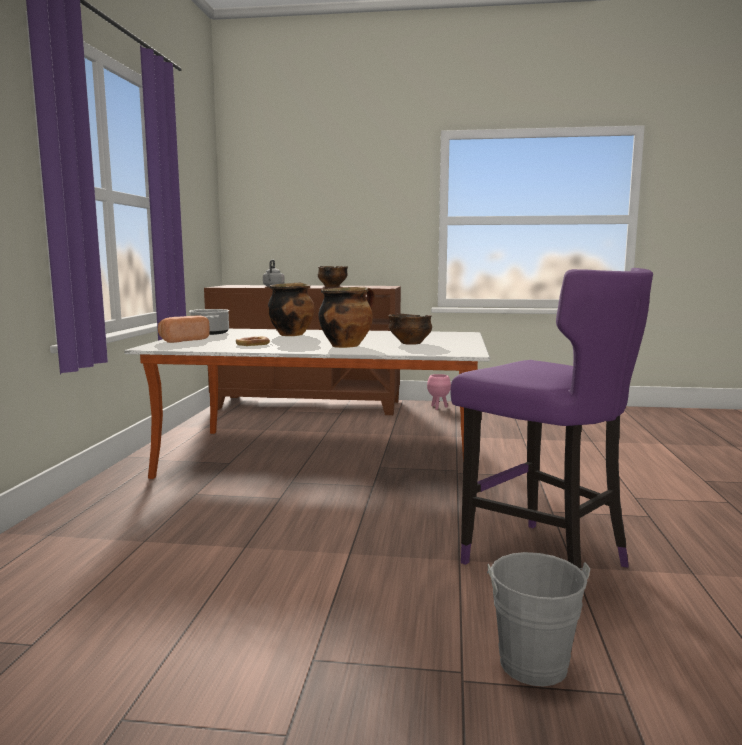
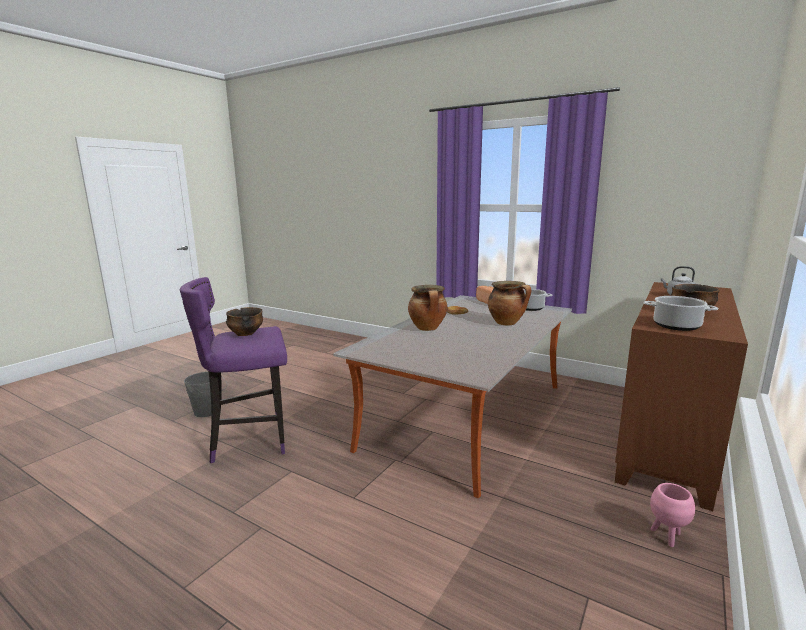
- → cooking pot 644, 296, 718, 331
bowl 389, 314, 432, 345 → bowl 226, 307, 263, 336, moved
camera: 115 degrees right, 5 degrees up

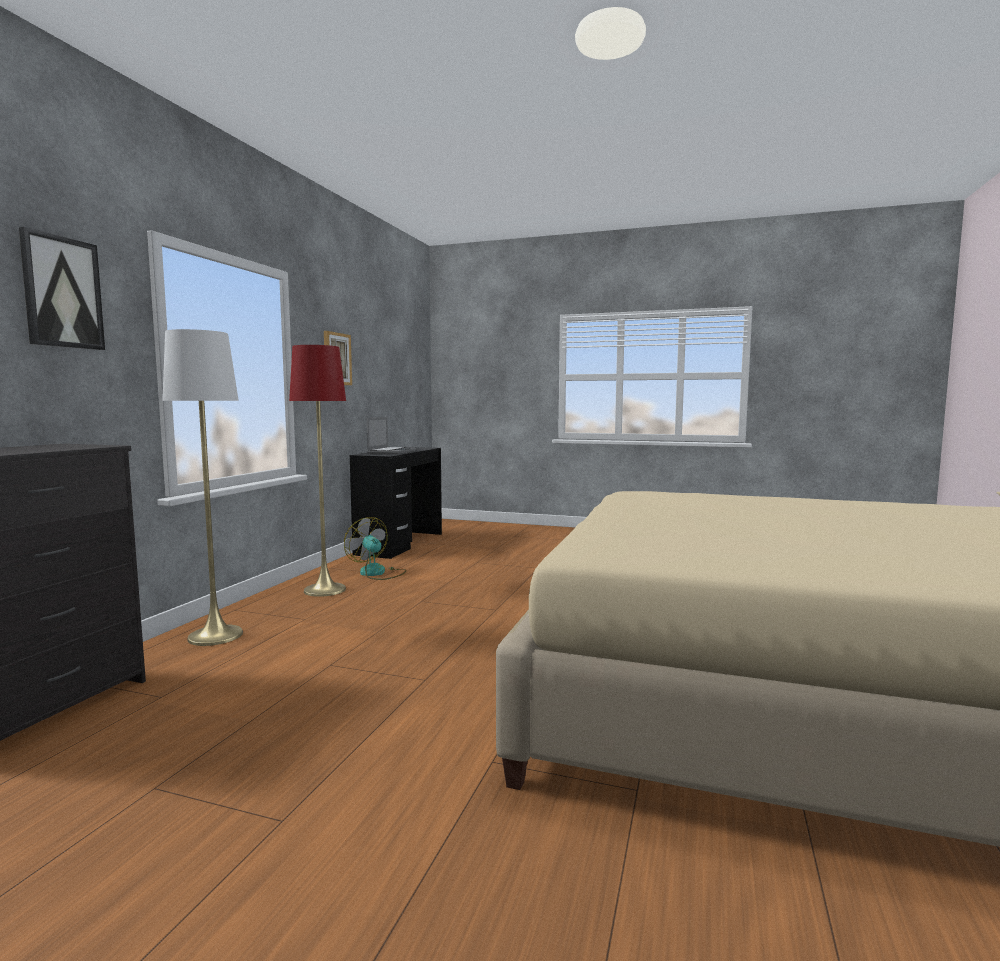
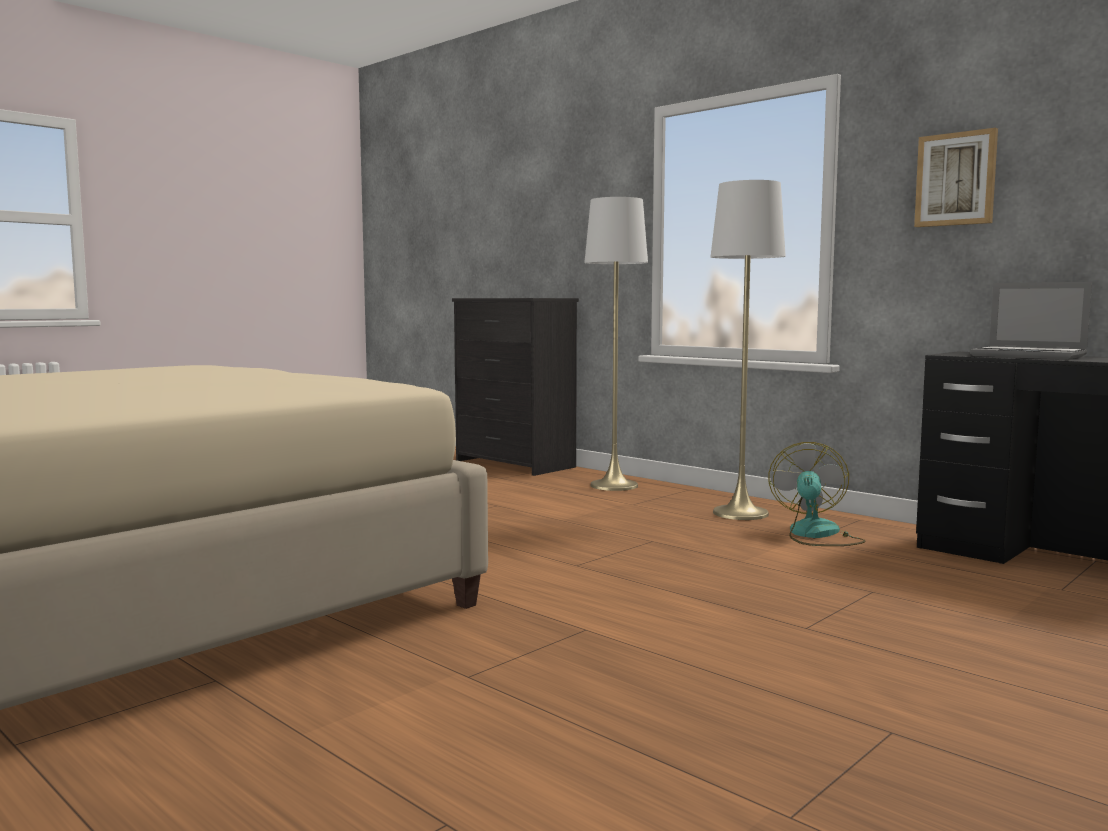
picture 19, 227, 105, 350 → -
floor lamp (red) 289, 345, 346, 597 → floor lamp (white) 711, 180, 786, 520
fan 344, 517, 406, 580 → fan 768, 442, 866, 546, 60 degrees counterclockwise
camera: 115 degrees right, 0 degrees up

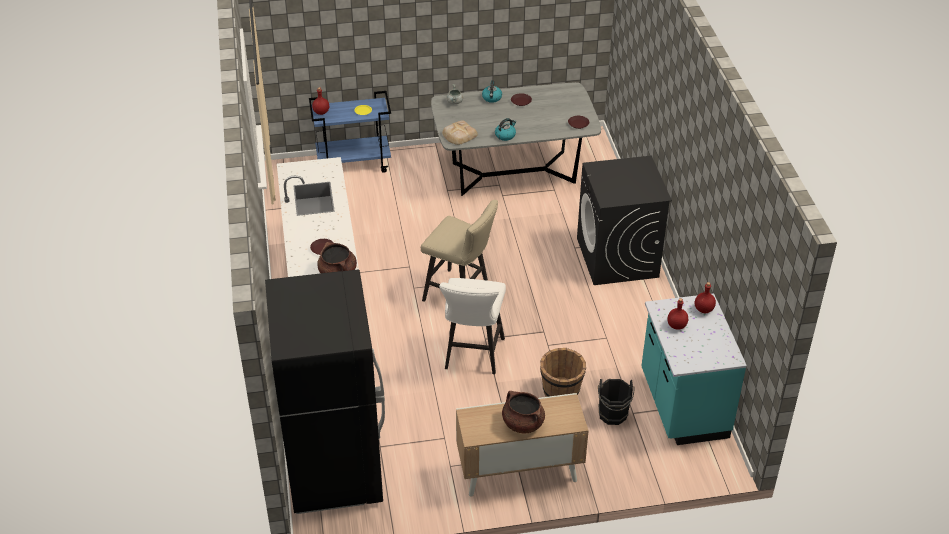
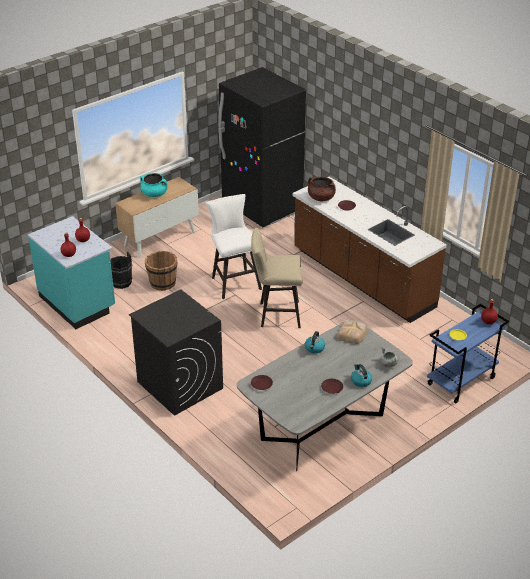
cooking pot (brown) 502, 391, 545, 433 → cooking pot (turquoise) 140, 173, 167, 197
camera: 150 degrees right, 5 degrees down

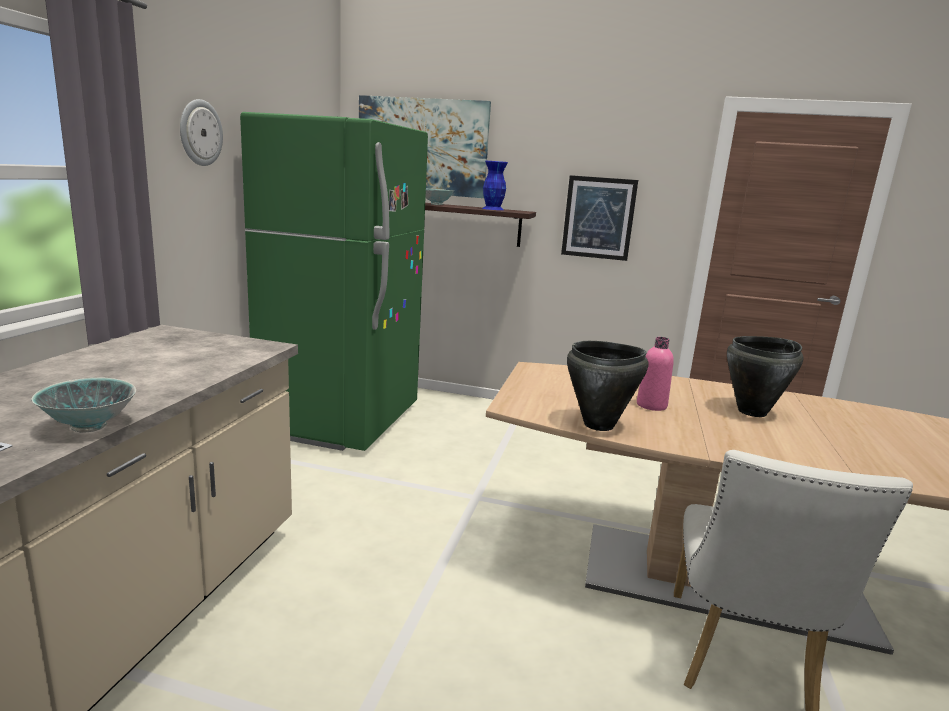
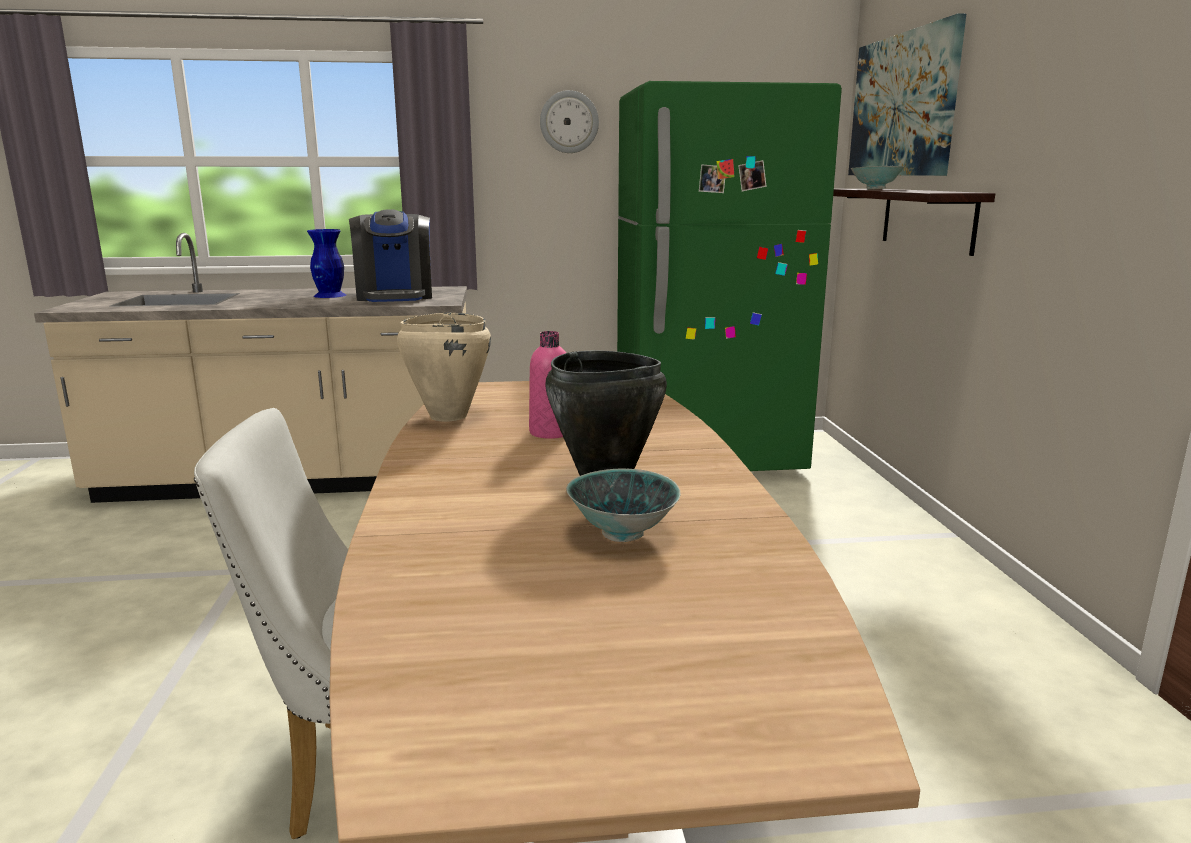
picture 561, 175, 638, 261 → -
- → coffee machine 349, 209, 432, 302
bowl 31, 377, 136, 432 → bowl 566, 468, 680, 542, moved
vase (blue) 482, 161, 508, 210 → vase (blue) 307, 229, 346, 298, moved
cooking pot (black) 567, 341, 648, 431 → cooking pot (beige) 397, 312, 491, 422
camera: 70 degrees right, 0 degrees up

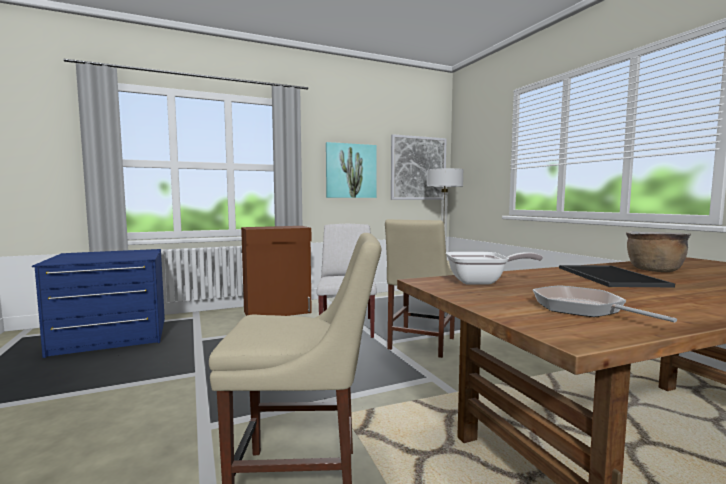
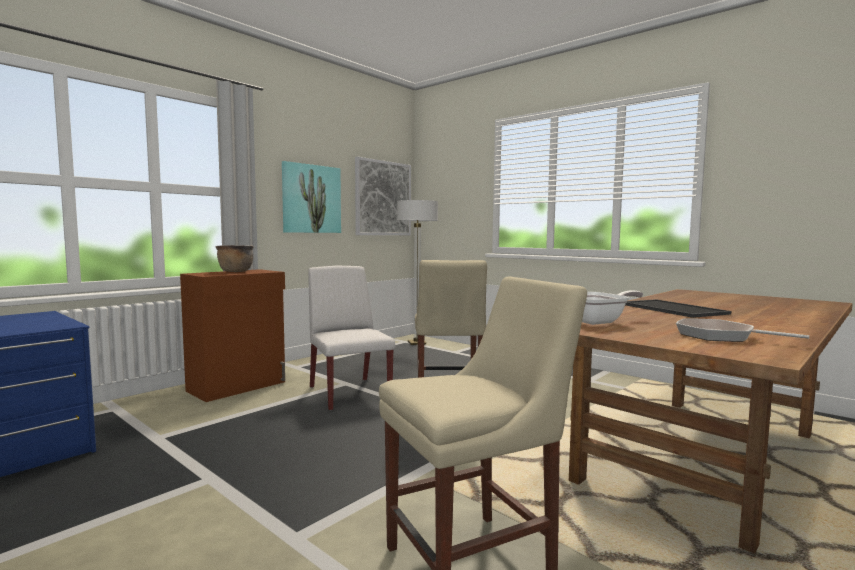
cooking pot (brown) 626, 231, 691, 272 → cooking pot (brown) 215, 245, 254, 272, moved
camera: 25 degrees left, 0 degrees up

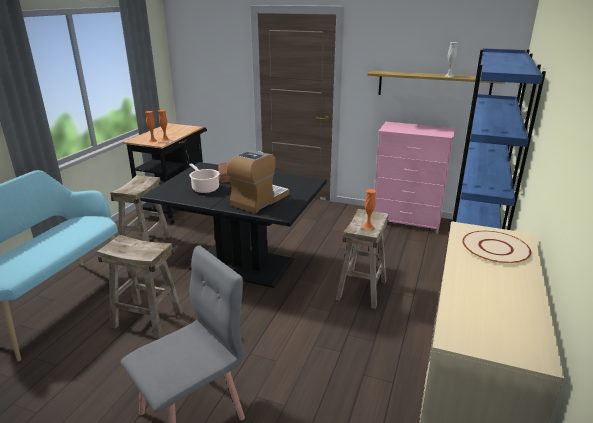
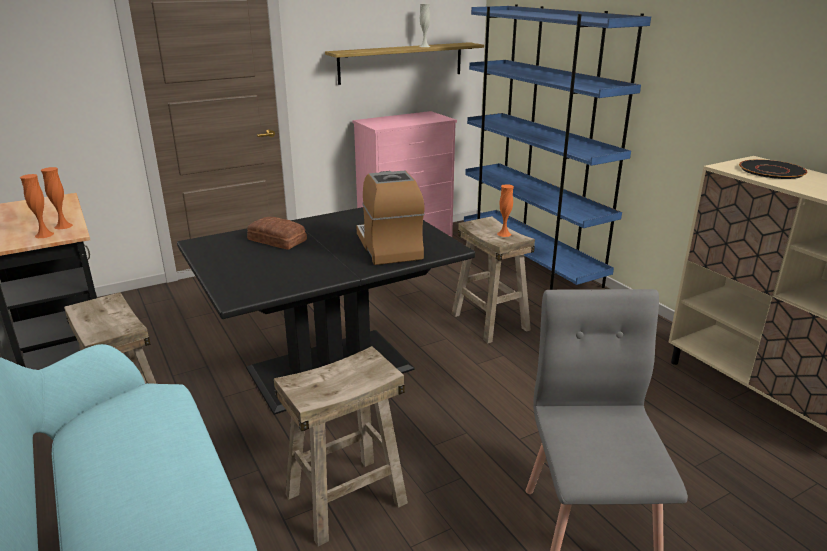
cooking pot 189, 163, 220, 193 → -
plate (beige) 462, 231, 531, 264 → plate (black) 739, 159, 808, 179
camera: 50 degrees left, 0 degrees up

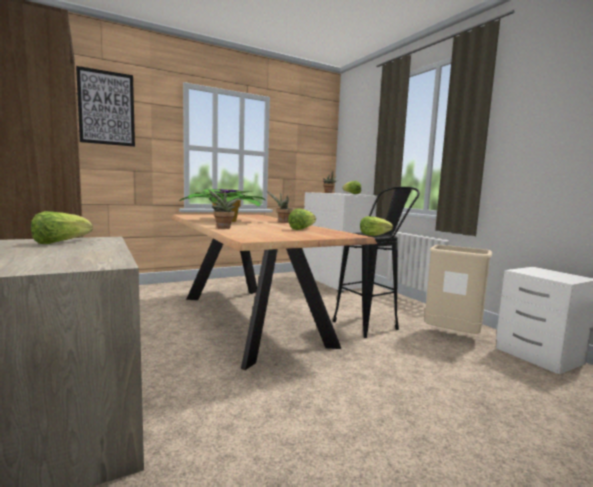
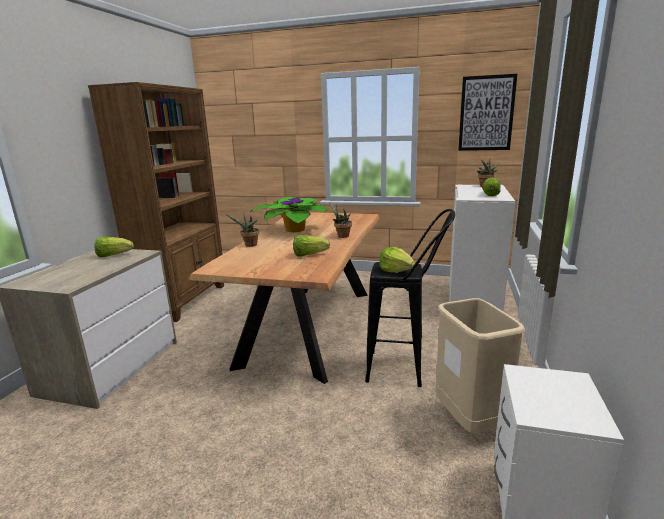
picture 76, 66, 135, 147 → picture 458, 74, 517, 151, moved
camera: 45 degrees right, 10 degrees up

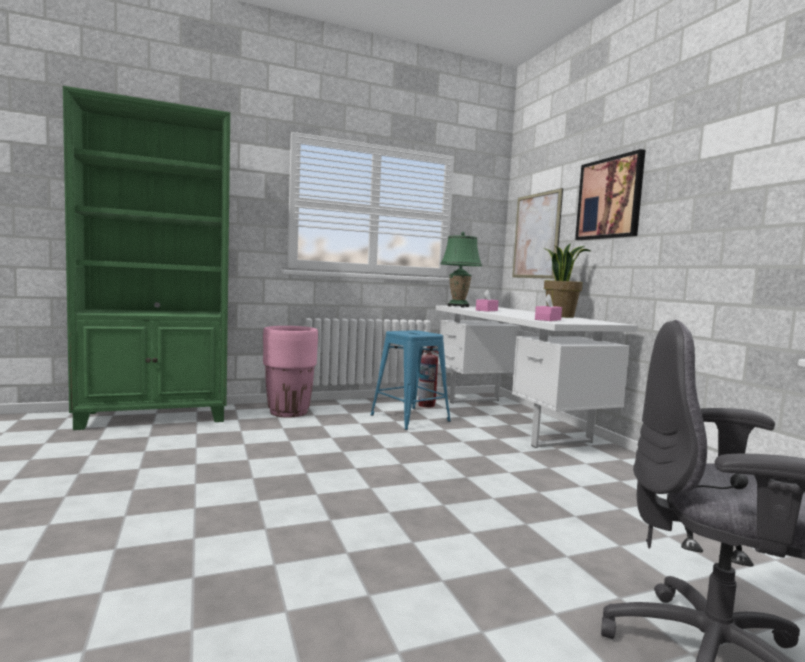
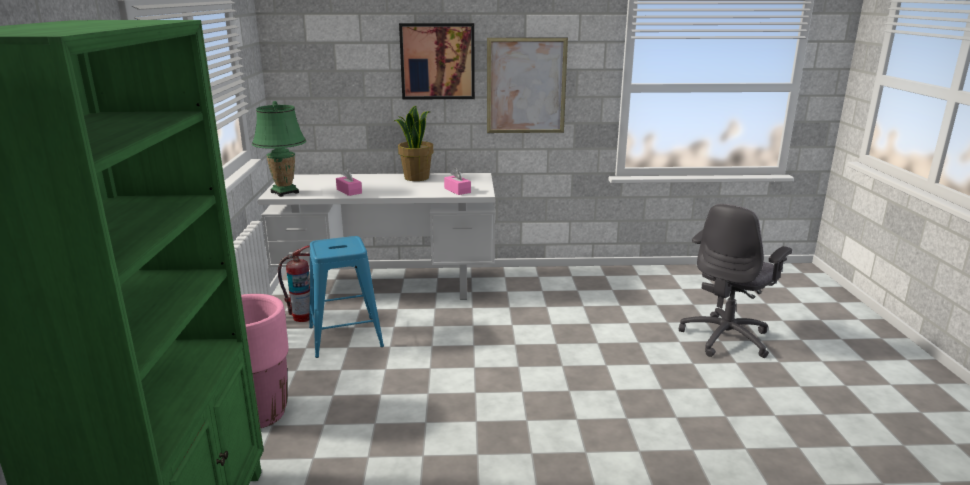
picture 512, 188, 563, 279 → picture 487, 37, 568, 133, moved
camera: 70 degrees left, 15 degrees up

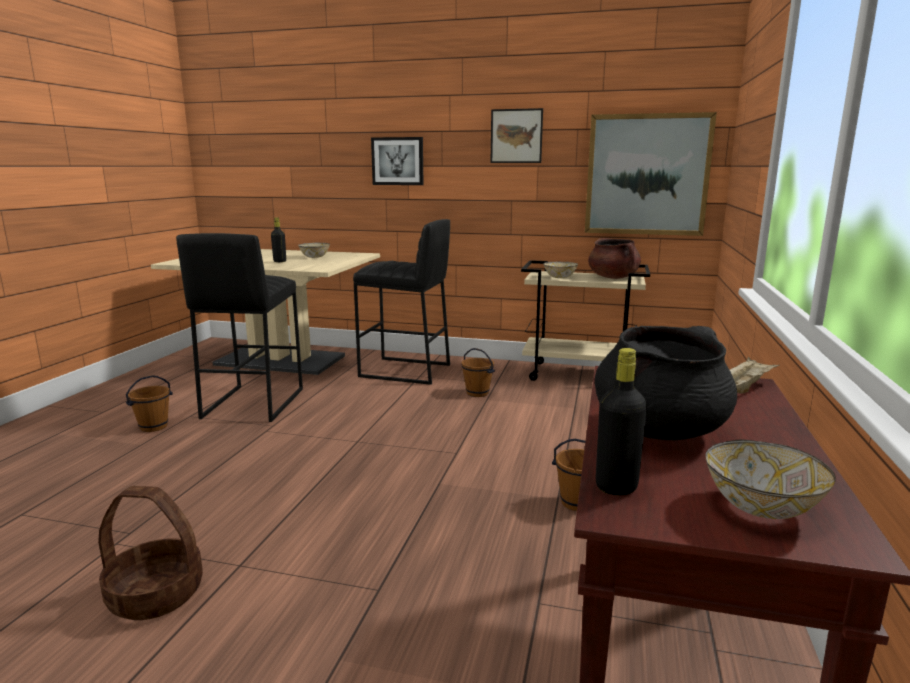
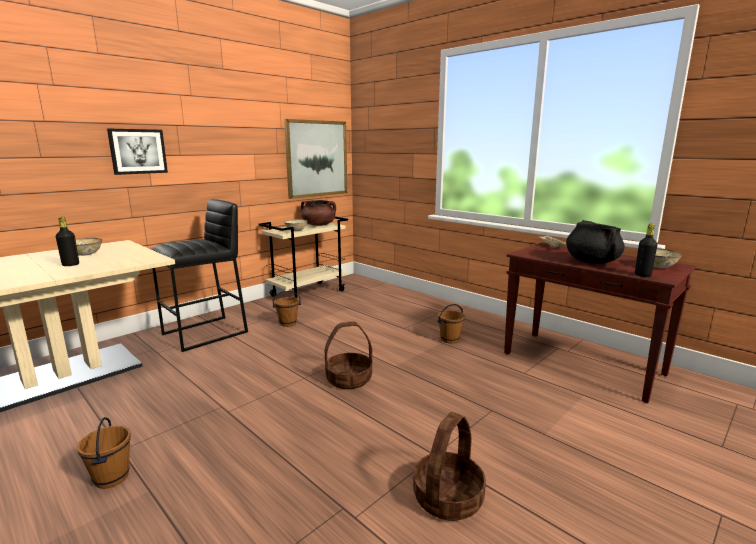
stool (black) 176, 233, 303, 422 → -
picture 490, 108, 543, 163 → -
- → basket 325, 321, 372, 389
camera: 60 degrees left, 0 degrees up

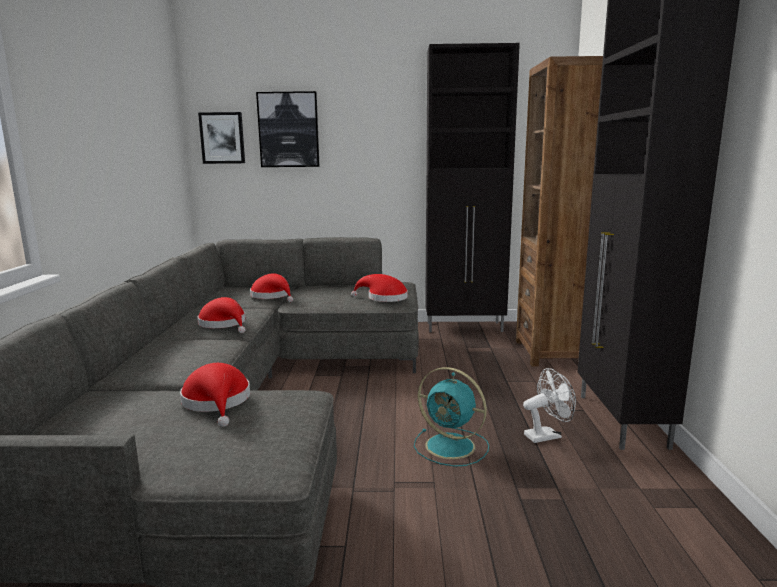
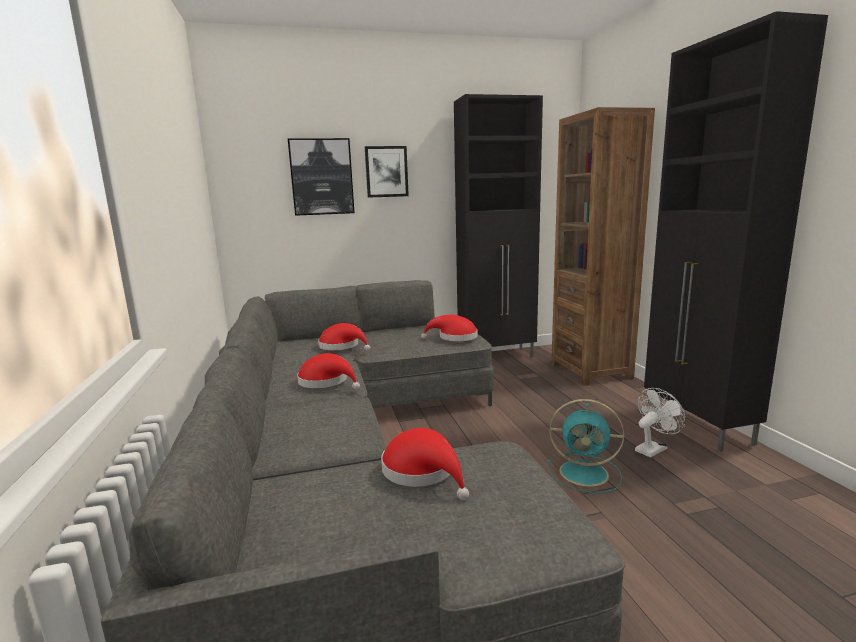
picture 198, 112, 245, 164 → picture 365, 146, 409, 198, moved
camera: 15 degrees left, 0 degrees up

